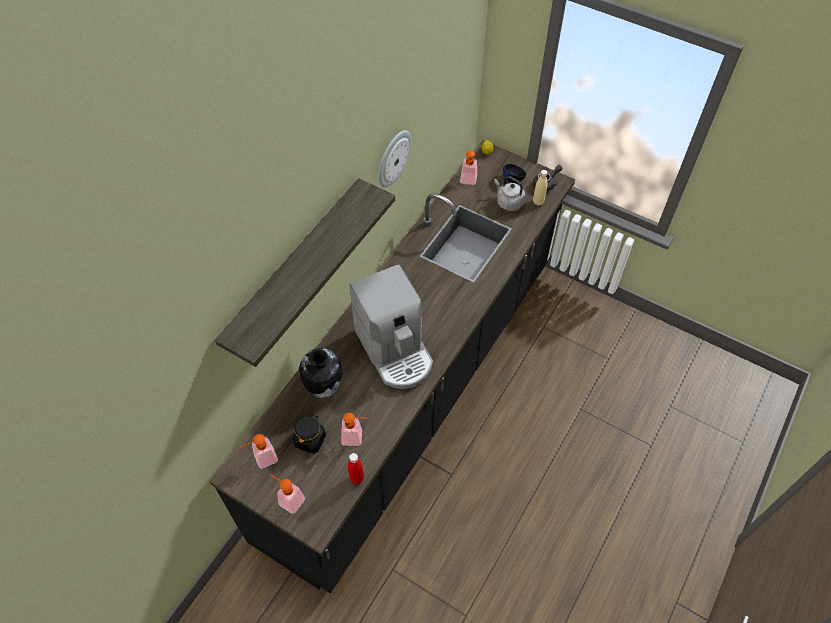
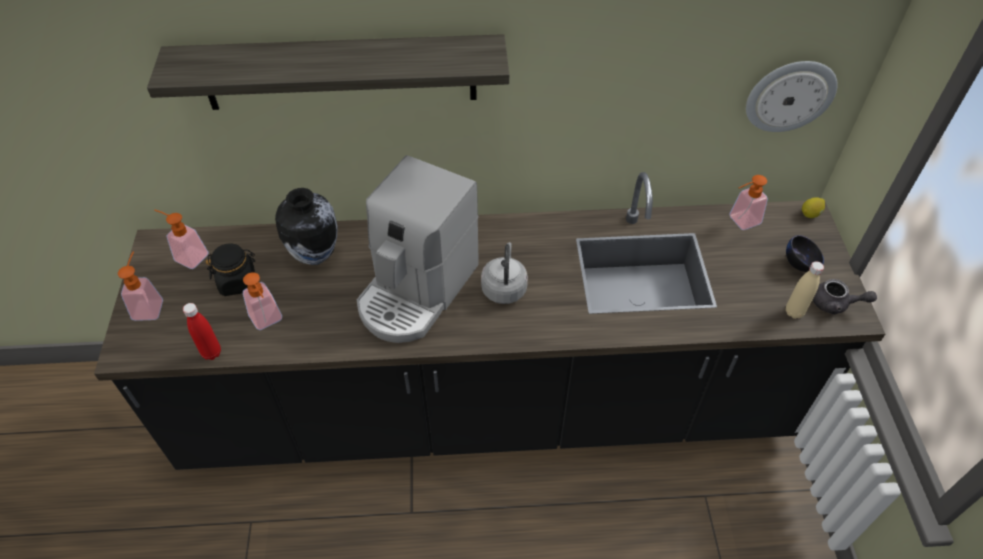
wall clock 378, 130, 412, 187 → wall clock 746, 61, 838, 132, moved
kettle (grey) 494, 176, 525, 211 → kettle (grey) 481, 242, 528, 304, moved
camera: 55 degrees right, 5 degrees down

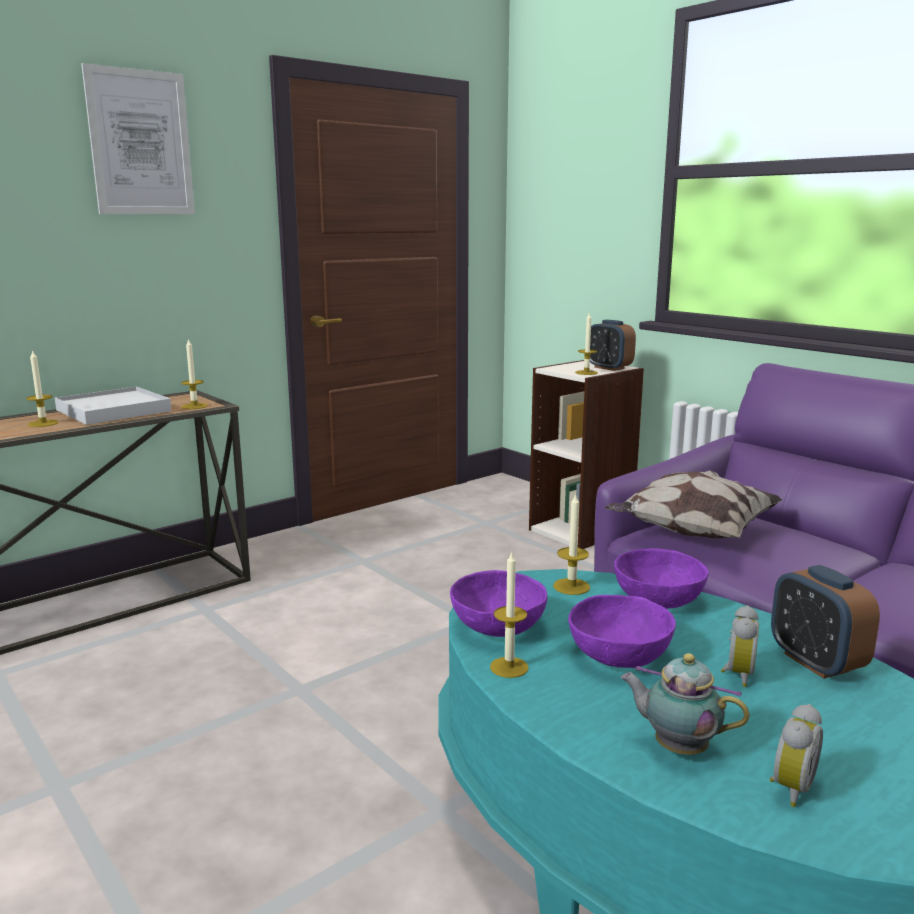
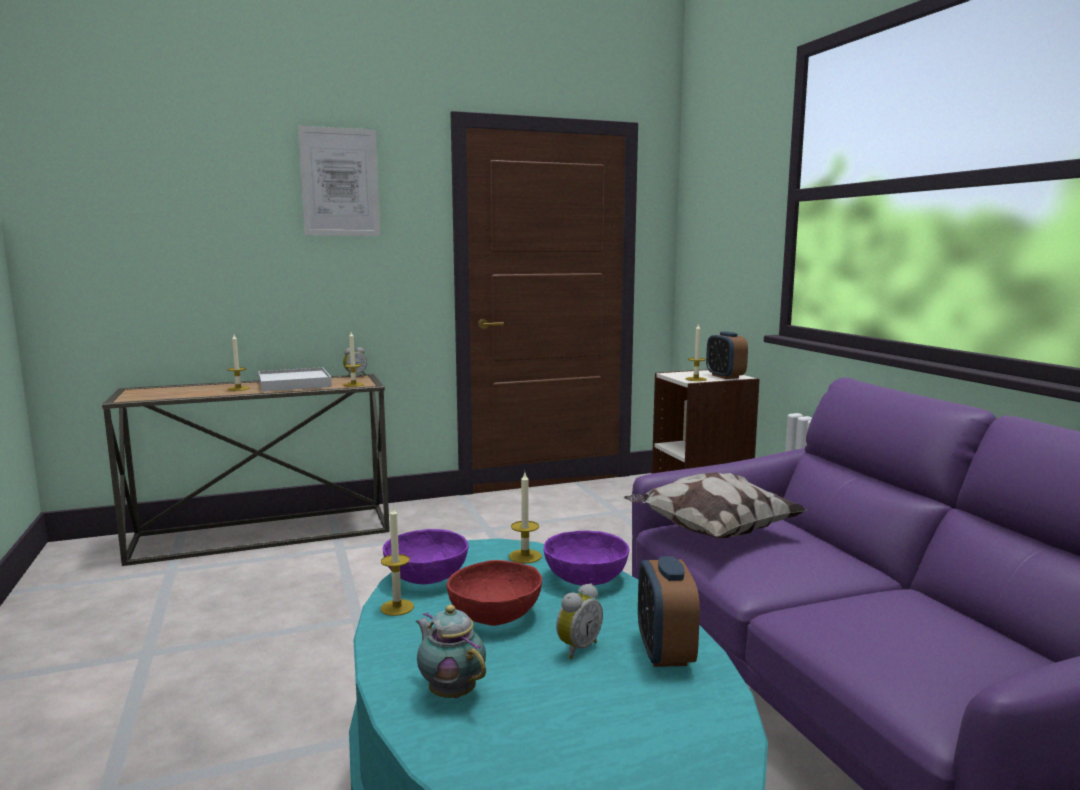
alarm clock 770, 704, 823, 807 → alarm clock 343, 347, 367, 377, moved
bowl (purple) 568, 595, 676, 668 → bowl (red) 446, 560, 542, 626
camera: 20 degrees right, 5 degrees down

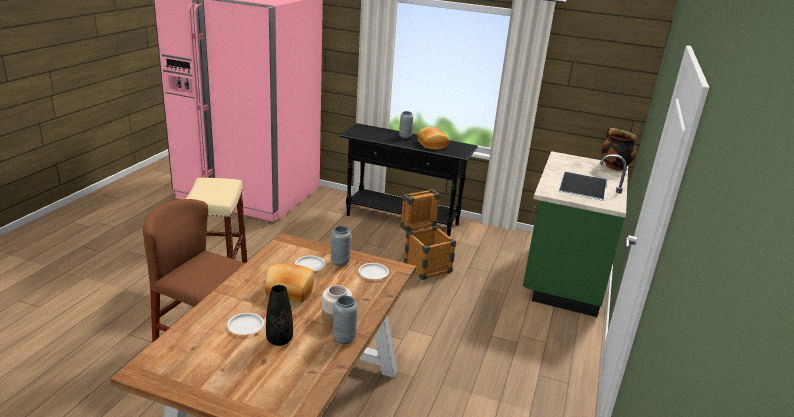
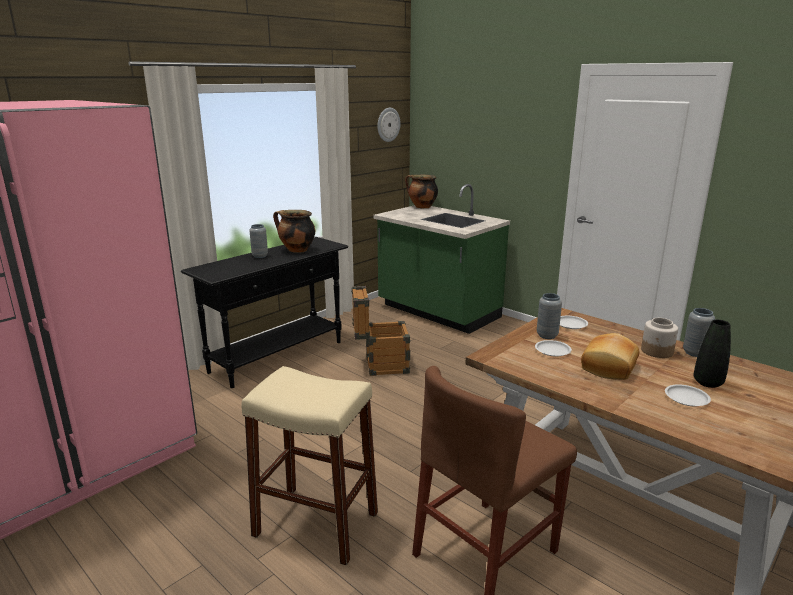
- → wall clock 377, 108, 401, 142
bread 417, 126, 449, 150 → cooking pot 273, 210, 315, 253
camera: 65 degrees left, 5 degrees down

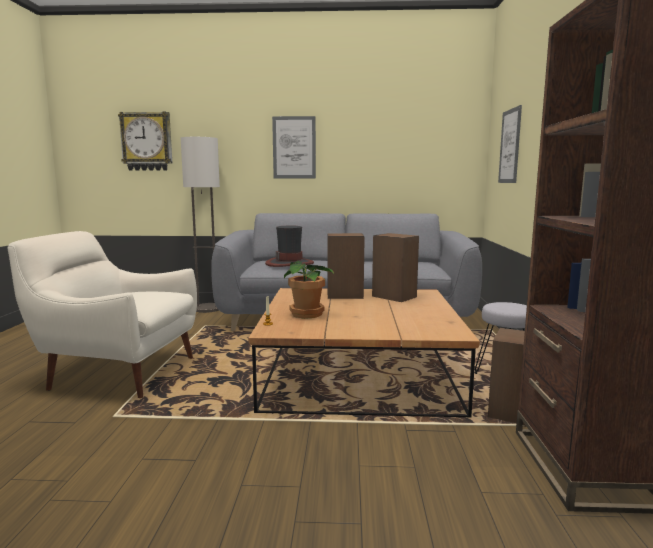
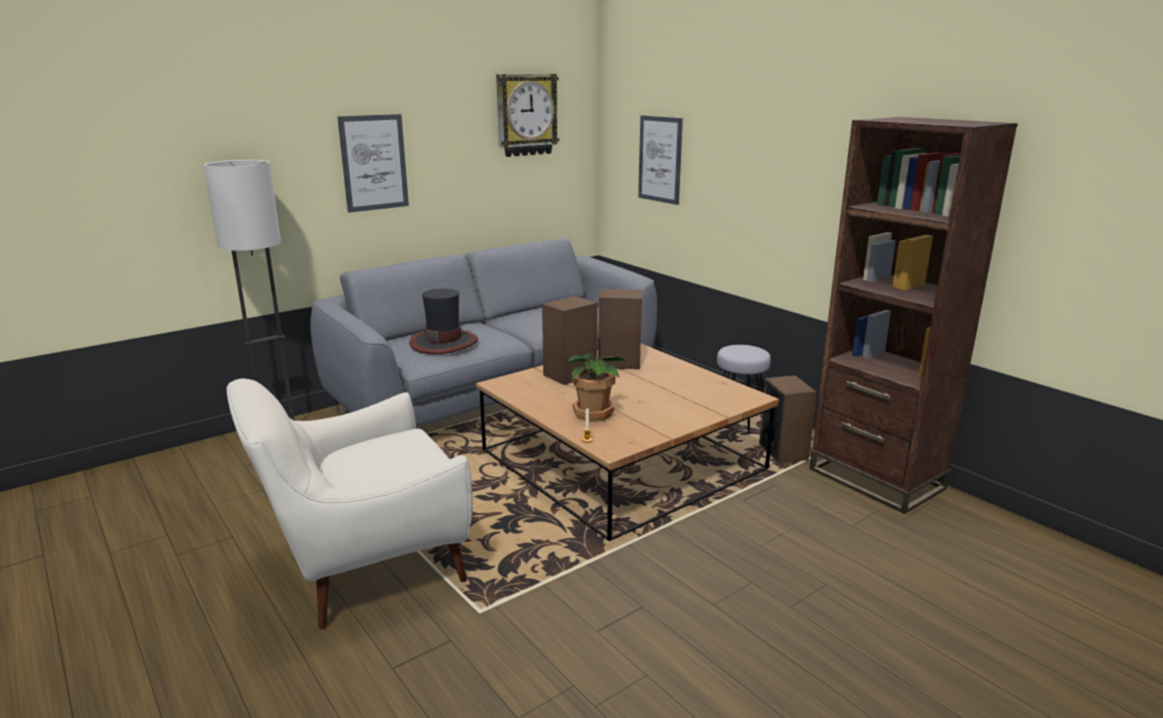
wall clock 118, 111, 173, 171 → wall clock 496, 74, 559, 157, moved
camera: 40 degrees left, 10 degrees up

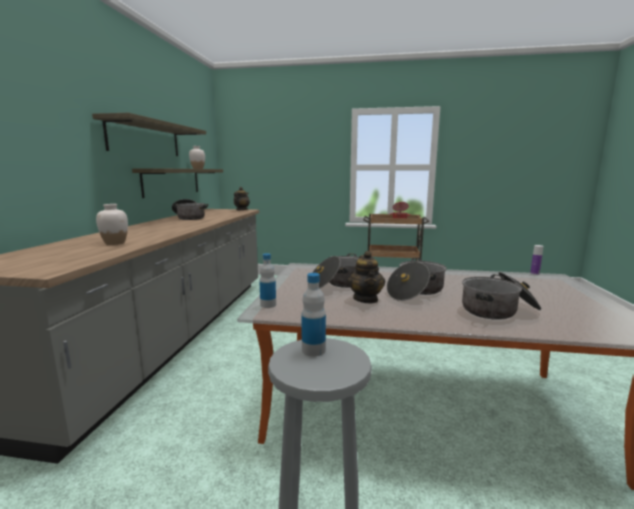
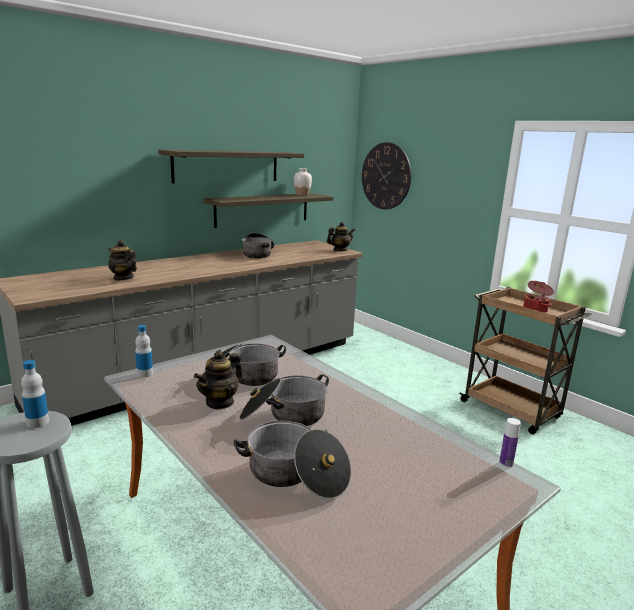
- → wall clock 362, 142, 411, 209
vase (white) 96, 204, 128, 245 → teapot 108, 240, 137, 280
camera: 40 degrees right, 5 degrees up

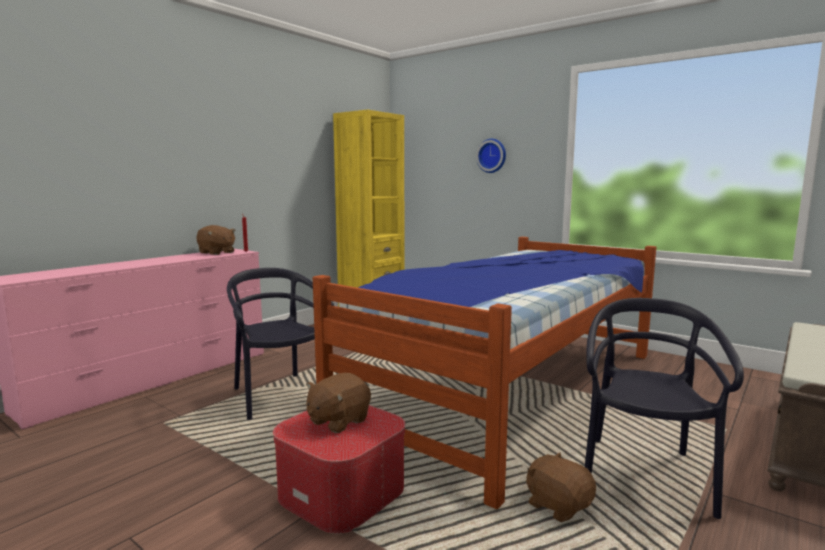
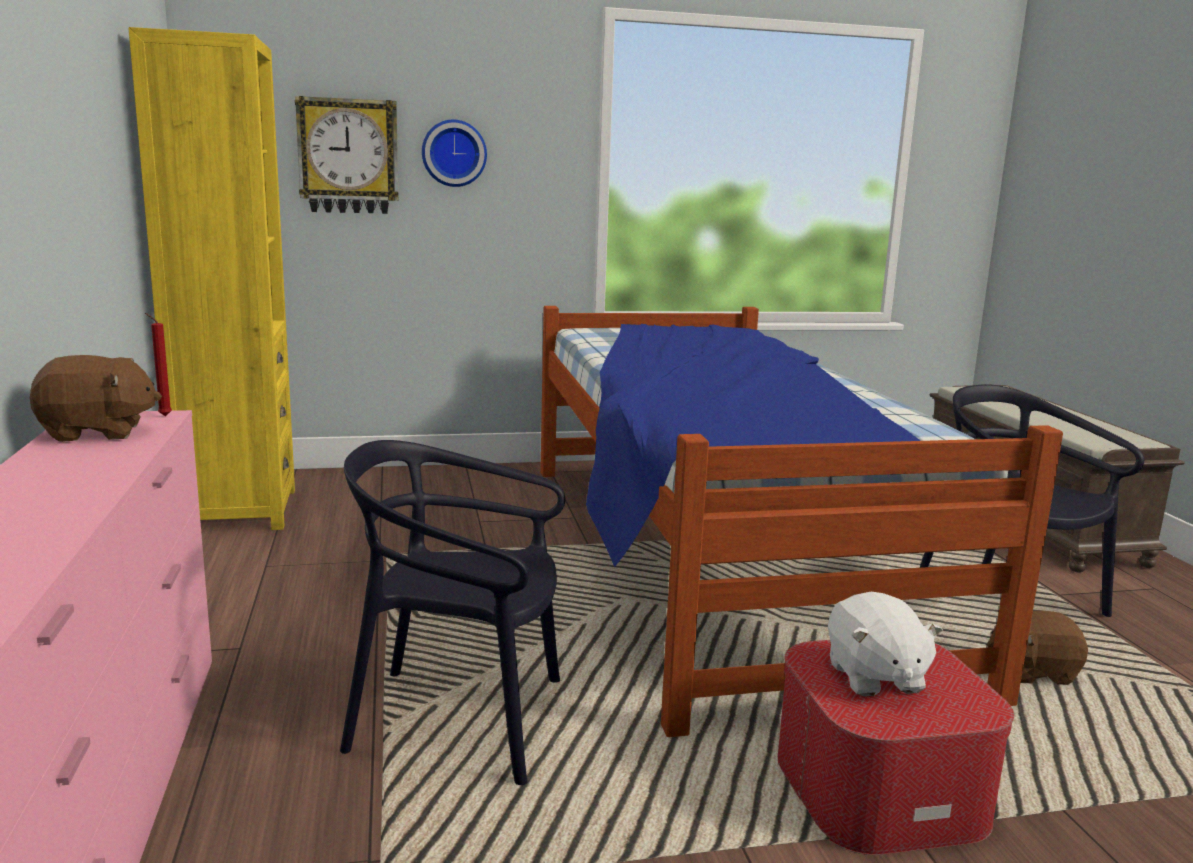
- → wall clock 295, 96, 399, 214
plush toy (brown) 306, 373, 371, 433 → plush toy (white) 828, 592, 943, 697
camera: 50 degrees left, 5 degrees up

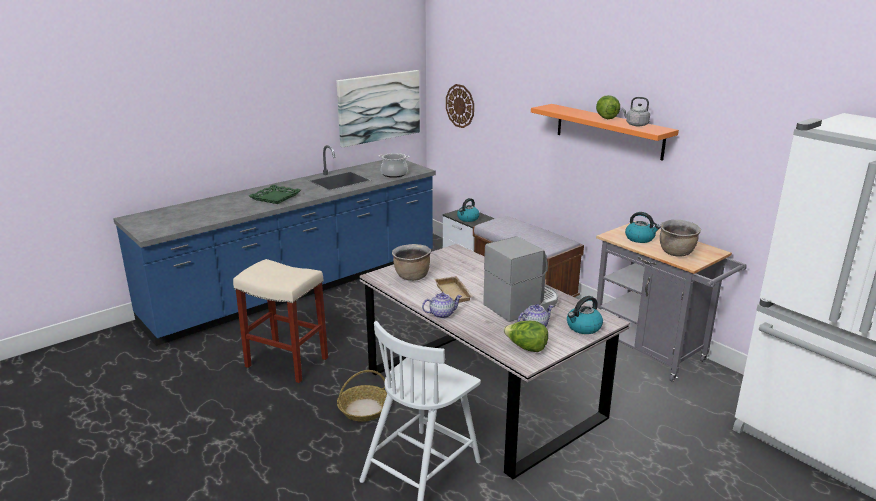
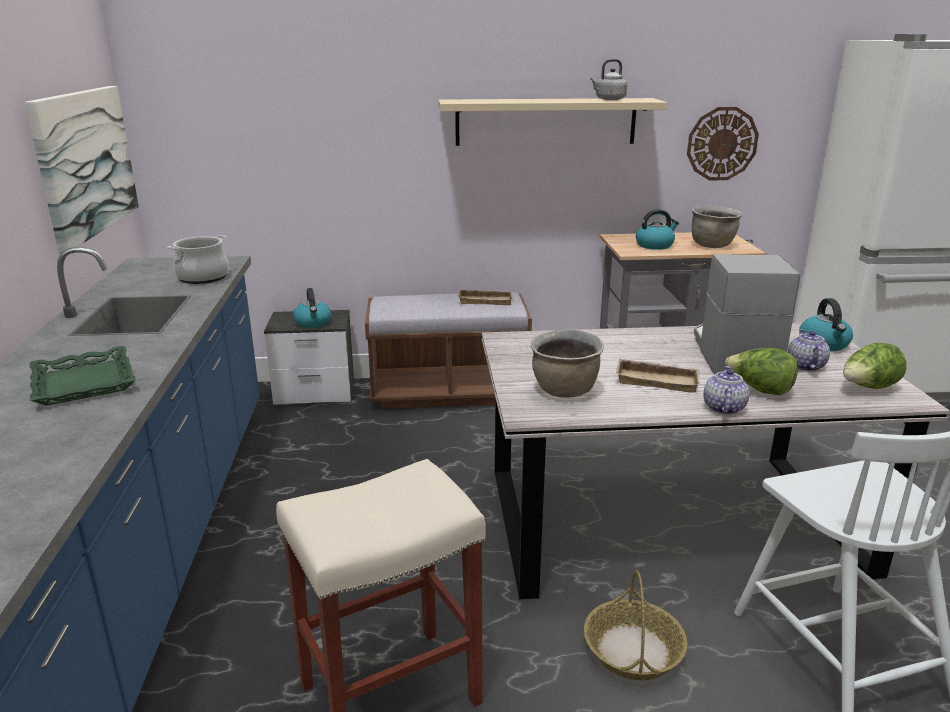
- → tray (beige) 458, 289, 513, 305
wall clock 446, 84, 474, 128 → wall clock 687, 107, 759, 181, moved
lettuce 596, 95, 620, 119 → lettuce 725, 348, 798, 395, moved
shelf (orange) 531, 104, 679, 161 → shelf (beige) 438, 98, 667, 146
camera: 55 degrees left, 0 degrees up

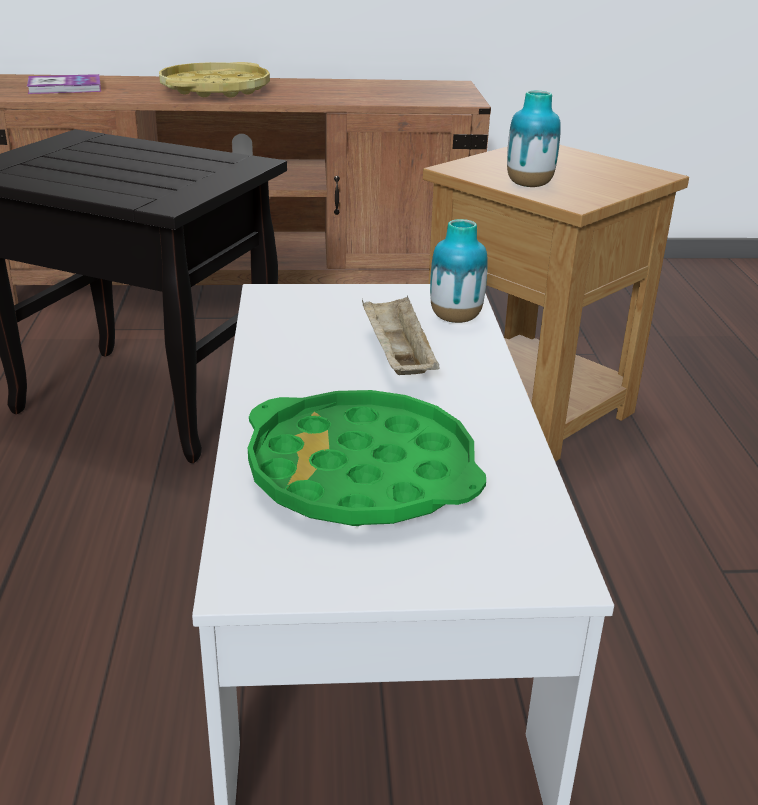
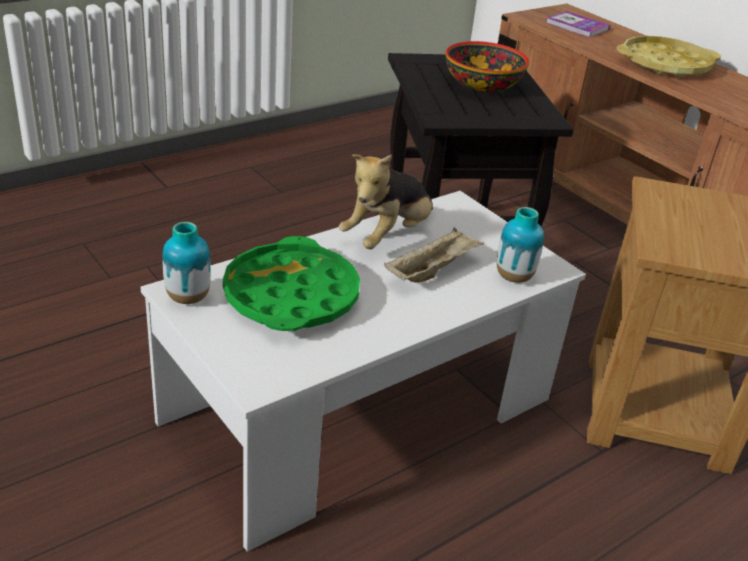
- → plush toy 339, 154, 433, 249
- → bowl 445, 41, 529, 93
vase 507, 90, 561, 187 → vase 162, 222, 211, 304, moved
camera: 55 degrees right, 5 degrees up

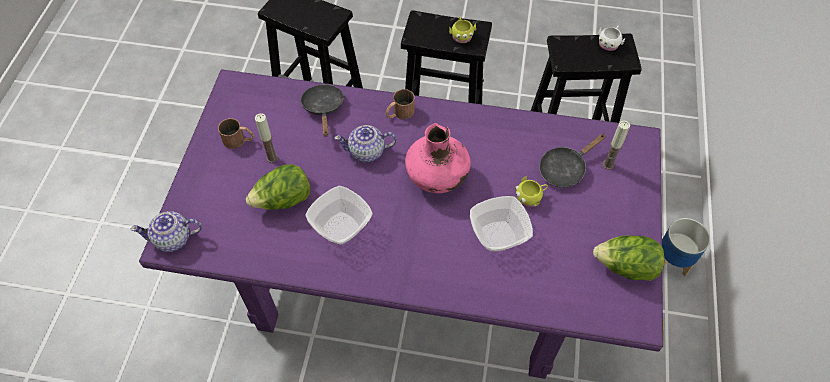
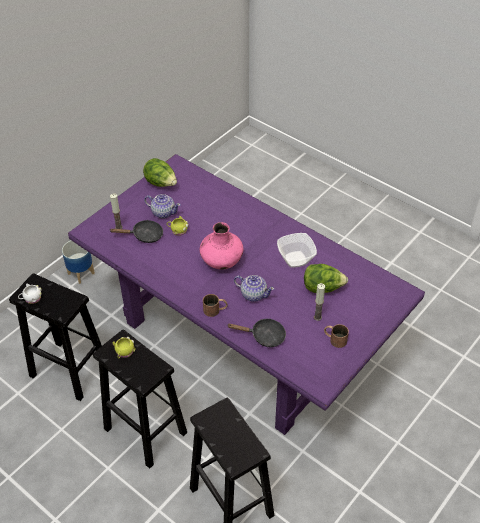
bowl 470, 196, 533, 252 → -
teapot 131, 211, 202, 252 → teapot 144, 194, 181, 218, moved
frying pan (black) 300, 84, 345, 137 → frying pan (black) 227, 318, 286, 347, 105 degrees counterclockwise
camera: 150 degrees left, 10 degrees down

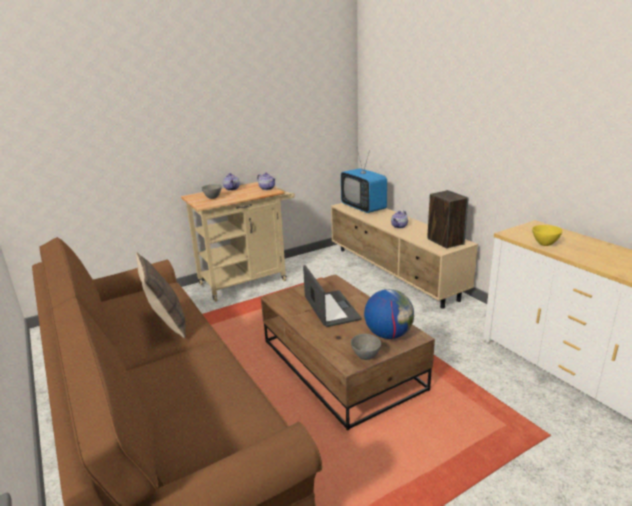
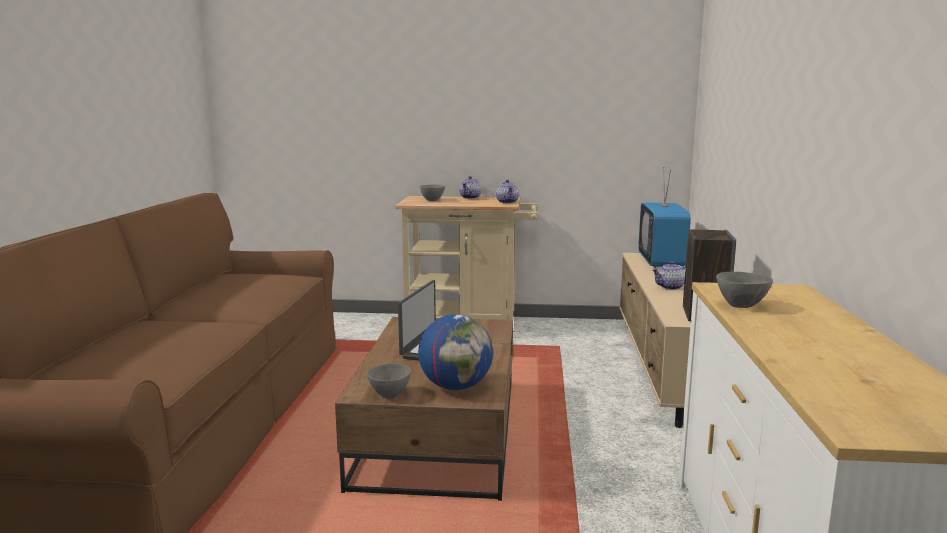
pillow 136, 253, 186, 338 → -
bowl (yellow) 532, 225, 563, 246 → bowl (grey) 716, 272, 773, 308
camera: 35 degrees right, 10 degrees down

